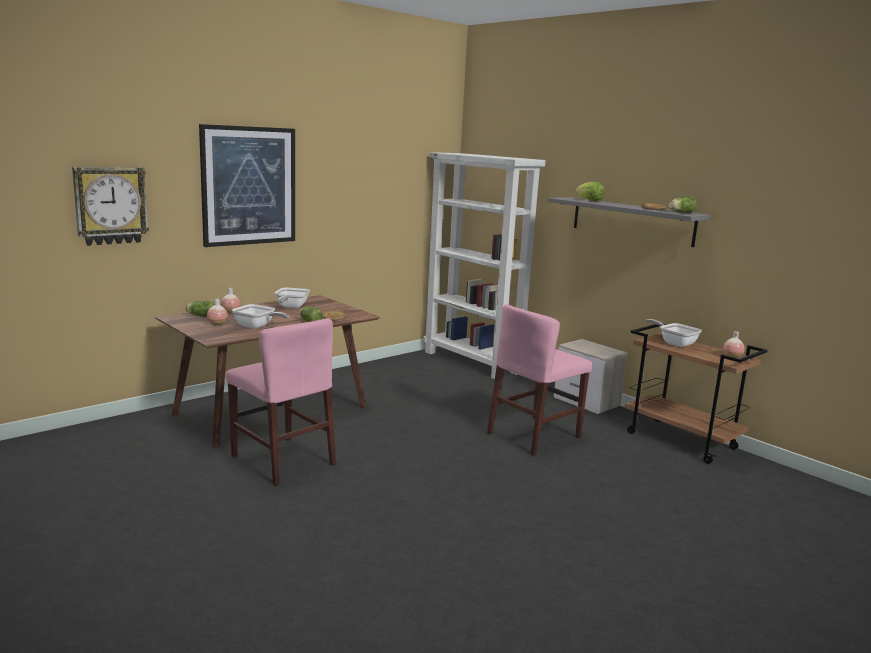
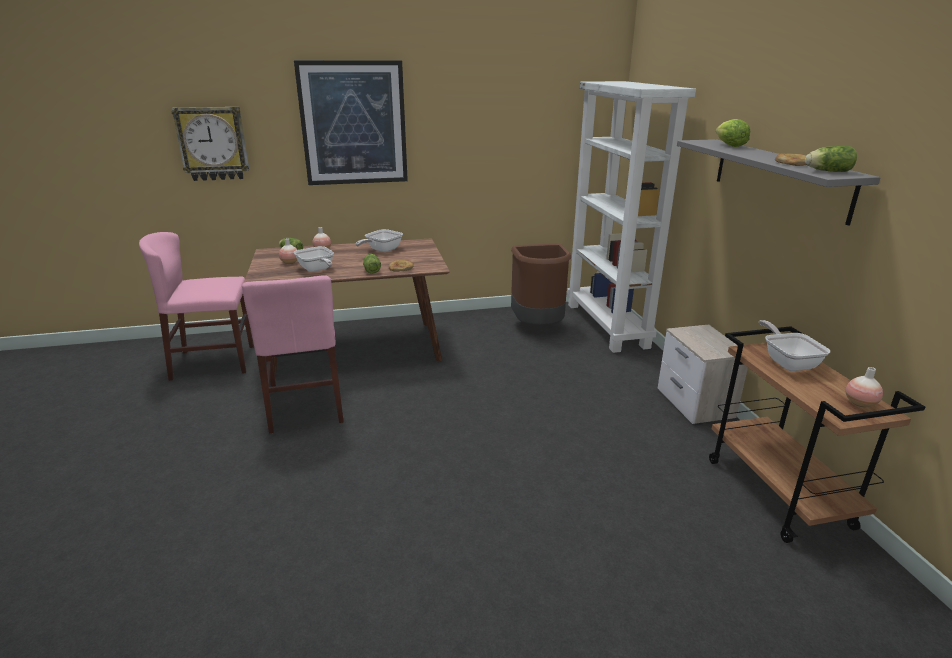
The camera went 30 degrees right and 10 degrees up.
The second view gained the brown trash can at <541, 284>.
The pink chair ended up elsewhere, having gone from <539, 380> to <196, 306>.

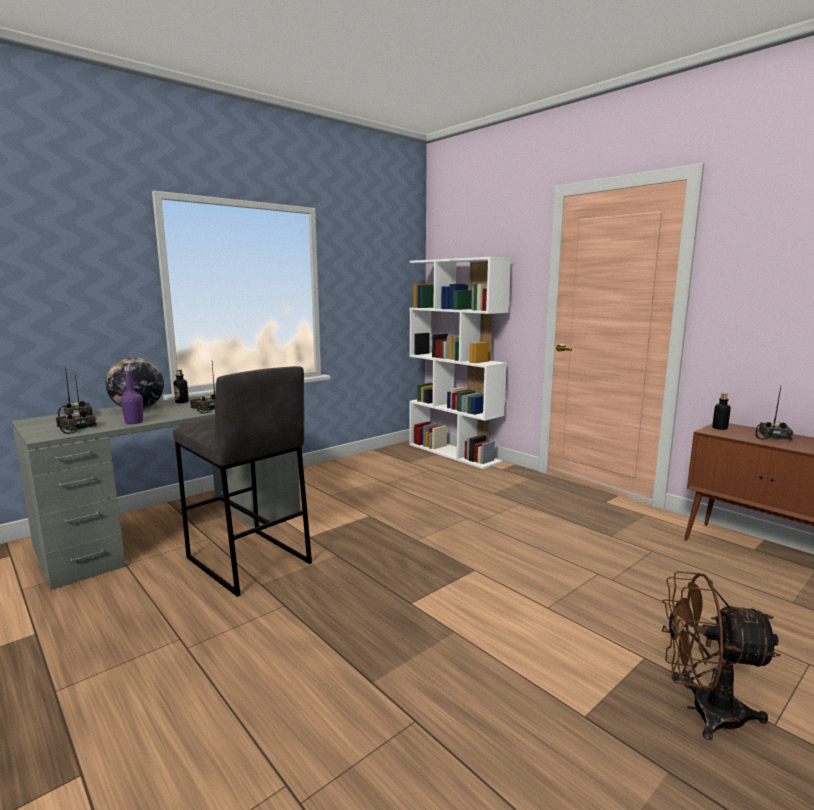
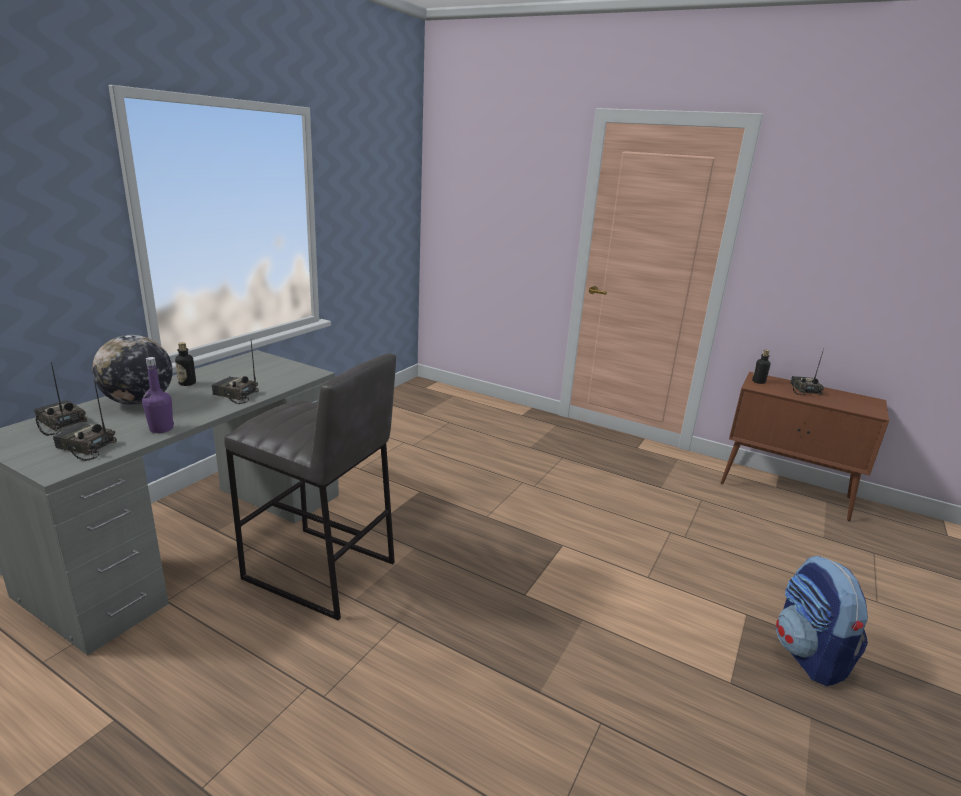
The camera went 20 degrees left and 10 degrees up.
The second view lost the white bookcase at <460, 363>.
Where the brown fan stood at <721, 655>, the backpack came to stand at <822, 620>.

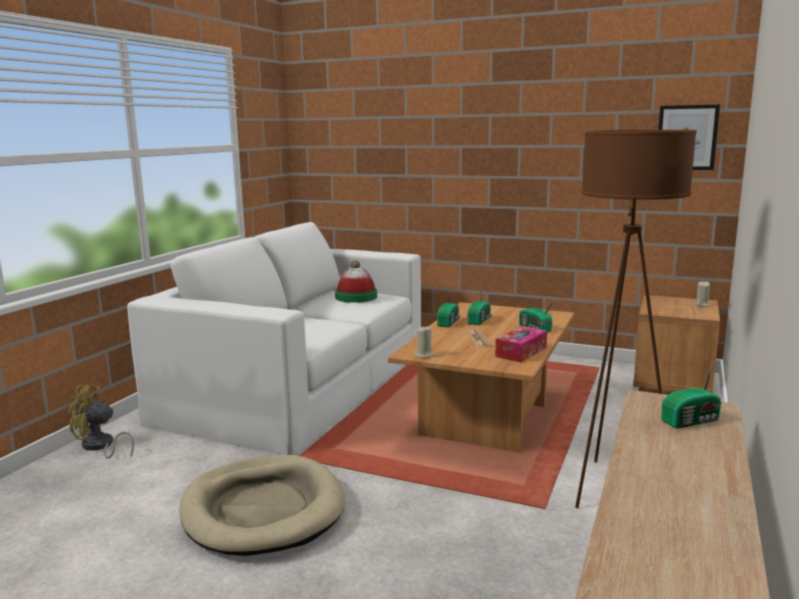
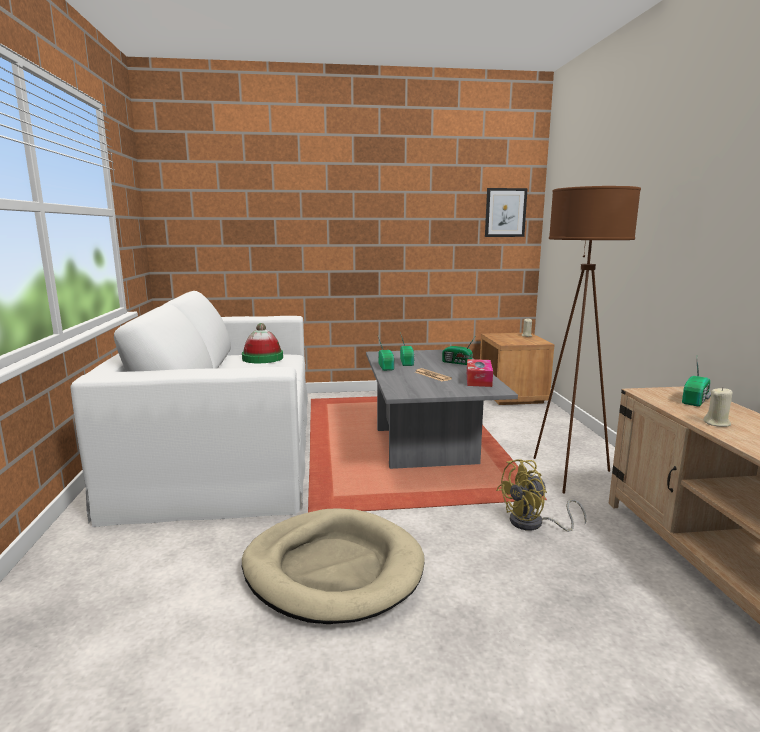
The camera went 30 degrees left and 0 degrees up.
The yellow fan ended up elsewhere, having gone from <101, 422> to <541, 495>.
The beige candle ended up elsewhere, having gone from <425, 341> to <718, 407>.
What was the brown coffee table at <481, 377> turned into the grey coffee table at <442, 409>.

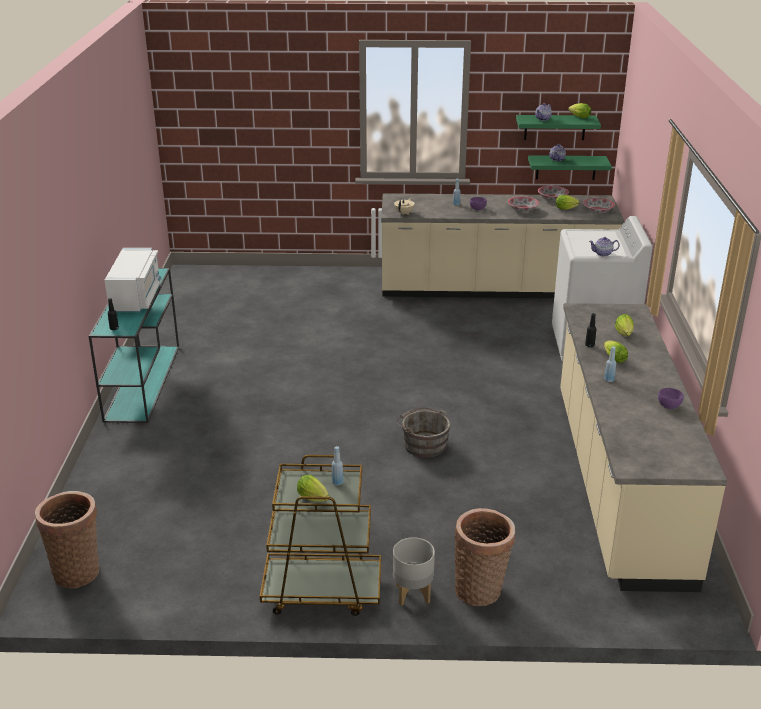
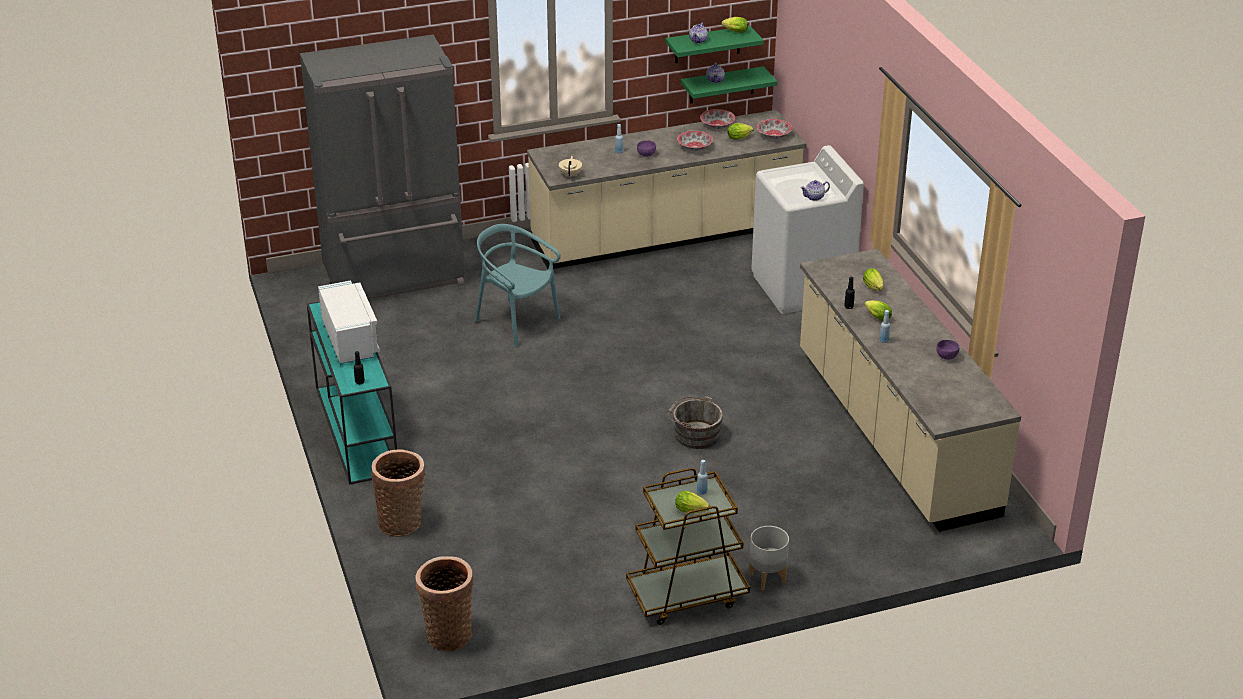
The camera went 20 degrees left and 5 degrees up.
The second view gained the grey fridge at <382, 167>.
The second view gained the turquoise chair at <518, 285>.
The basket ended up elsewhere, having gone from <484, 557> to <398, 493>.

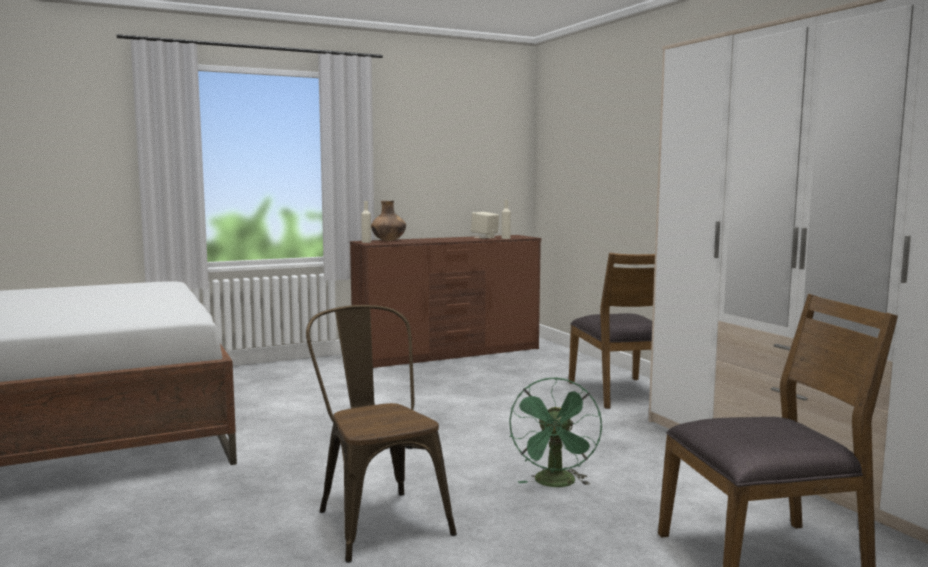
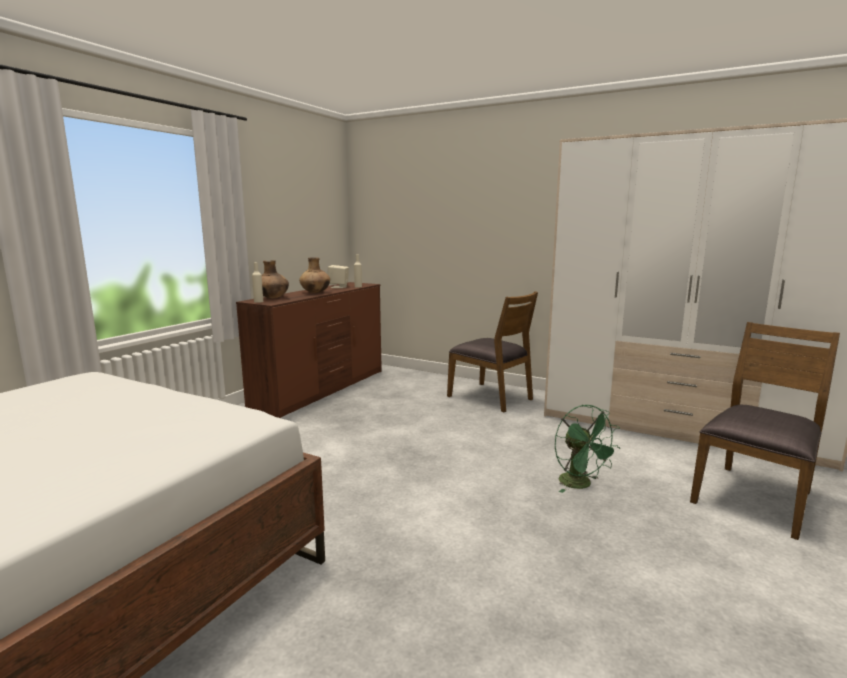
The camera went 35 degrees left and 5 degrees up.
The second view lost the brown chair at <381, 434>.
The second view gained the brown vase at <314, 275>.

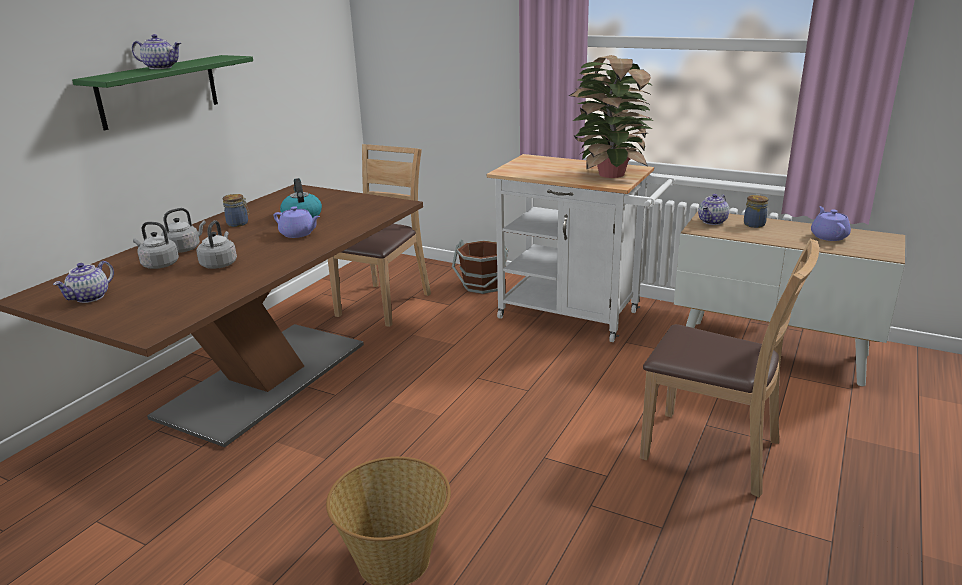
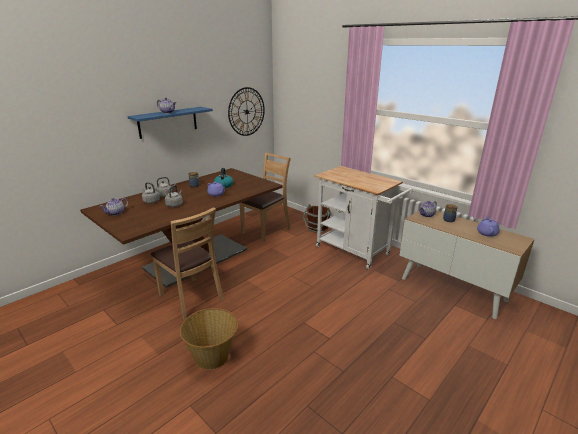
The camera went 15 degrees right and 0 degrees up.
The second view lost the potted plant at <611, 116>.
The second view gained the wall clock at <246, 111>.
The brown chair ended up elsewhere, having gone from <729, 368> to <187, 263>.
What was the green shelf at <162, 92> turned into the blue shelf at <170, 123>.

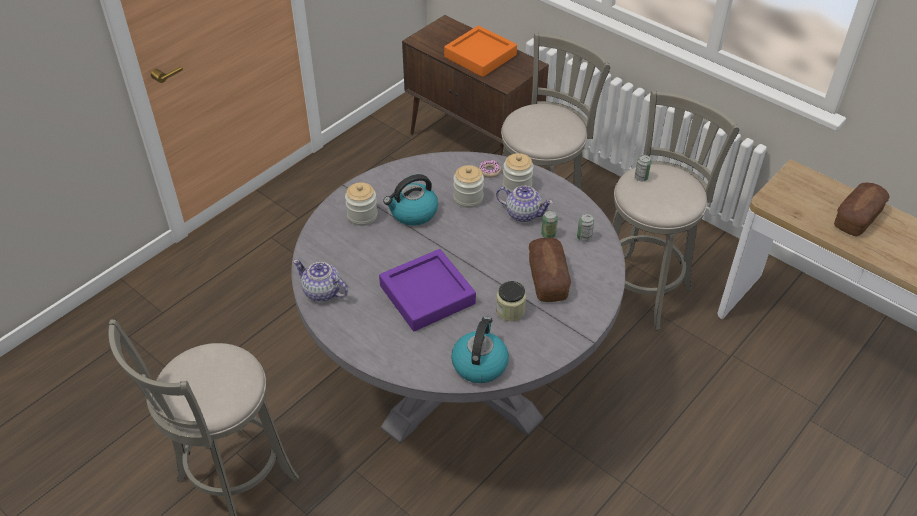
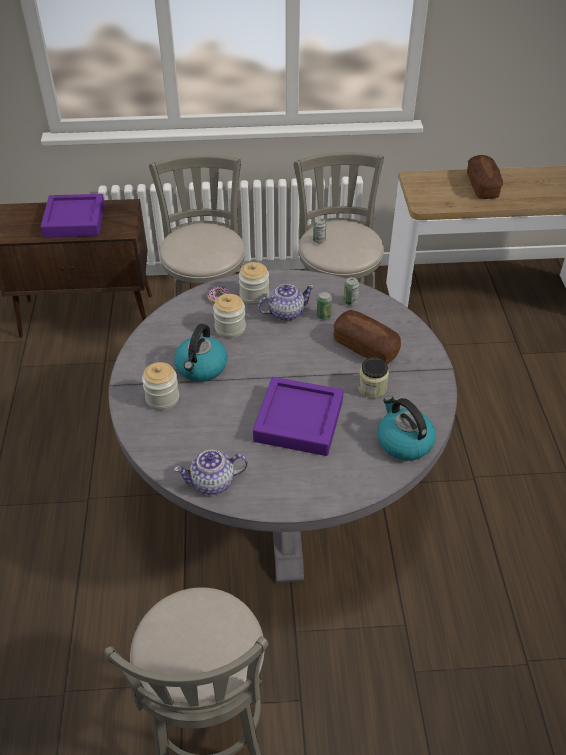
The camera went 45 degrees left and 0 degrees up.
What was the orange tray at <480, 51> turned into the purple tray at <72, 216>.

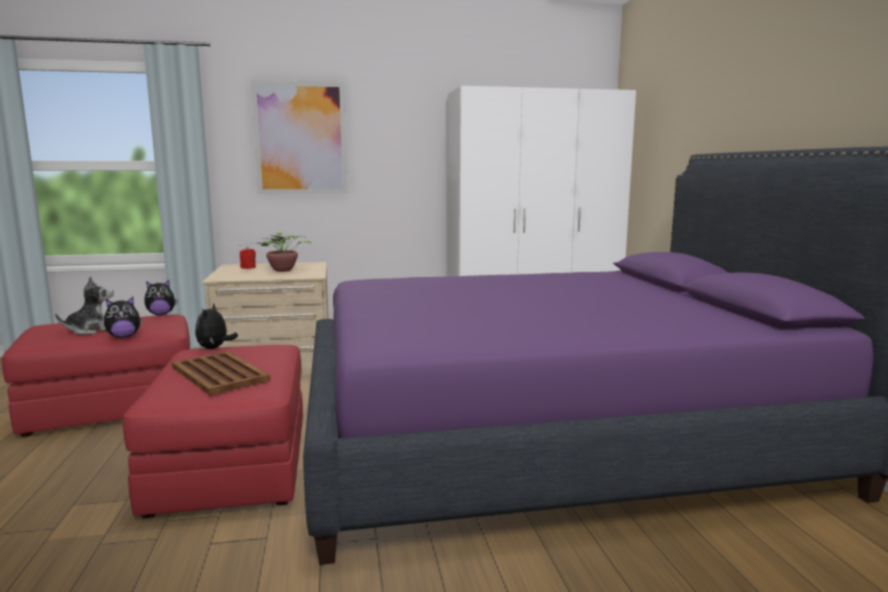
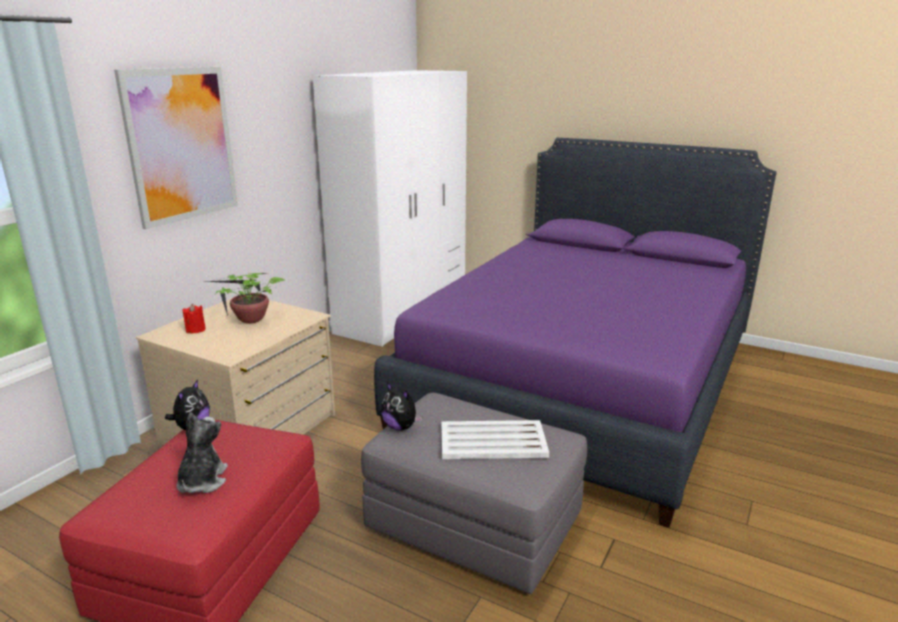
The camera went 50 degrees left and 10 degrees up.
The second view lost the plush toy at <123, 317>.
What was the red ottoman at <213, 431> turned into the grey ottoman at <474, 493>.
What was the brown tray at <221, 373> turned into the white tray at <495, 439>.

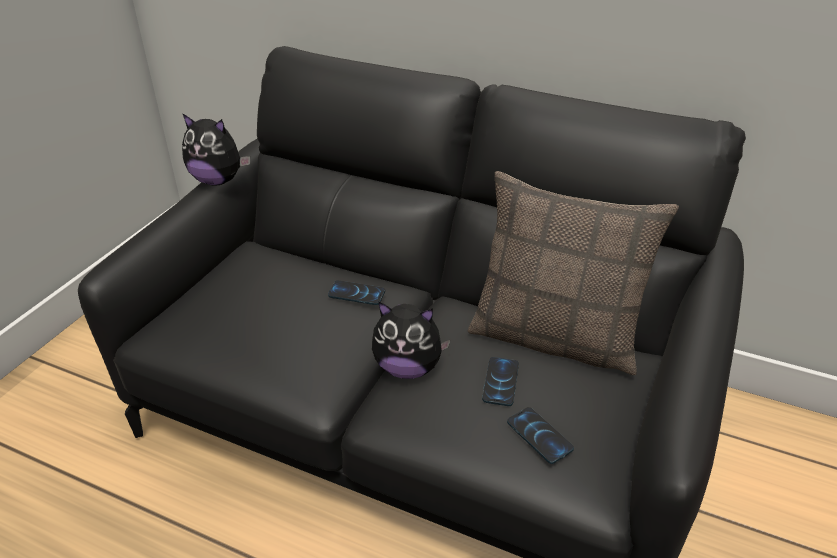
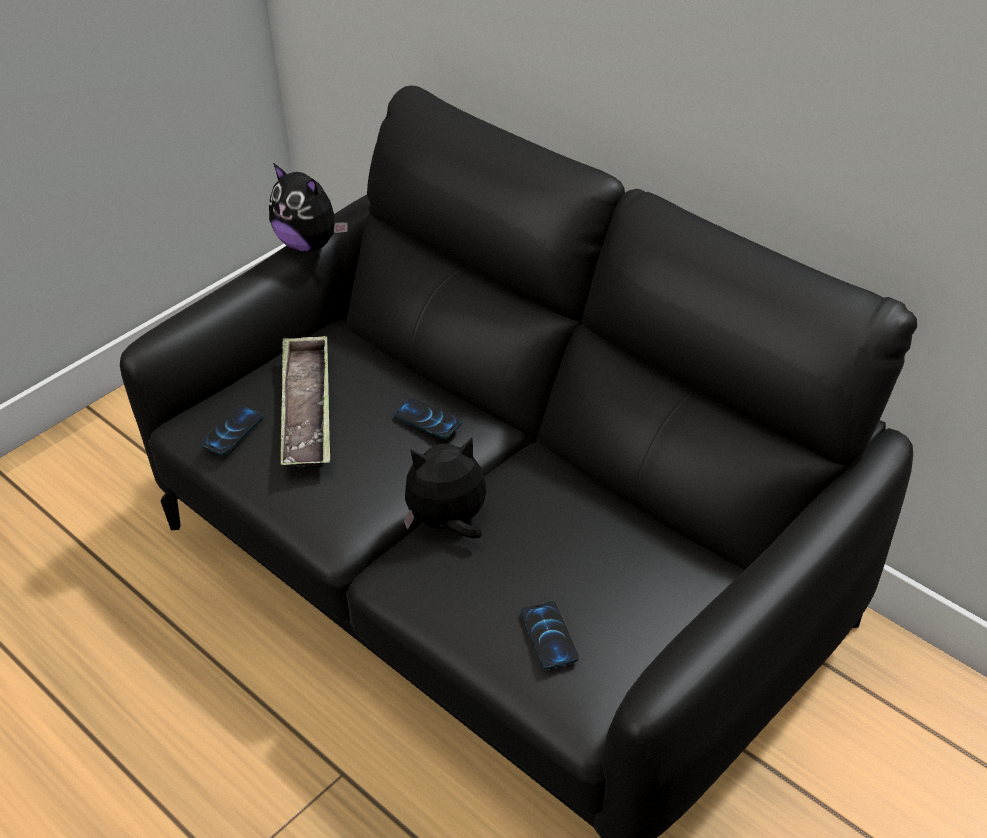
The camera went 20 degrees right and 5 degrees up.
The second view lost the pillow at <573, 273>.
The second view gained the tray at <305, 402>.
The phone ended up elsewhere, having gone from <500, 381> to <232, 430>.
The plush toy at <411, 340> ended up facing another way, 135 degrees clockwise from before.

